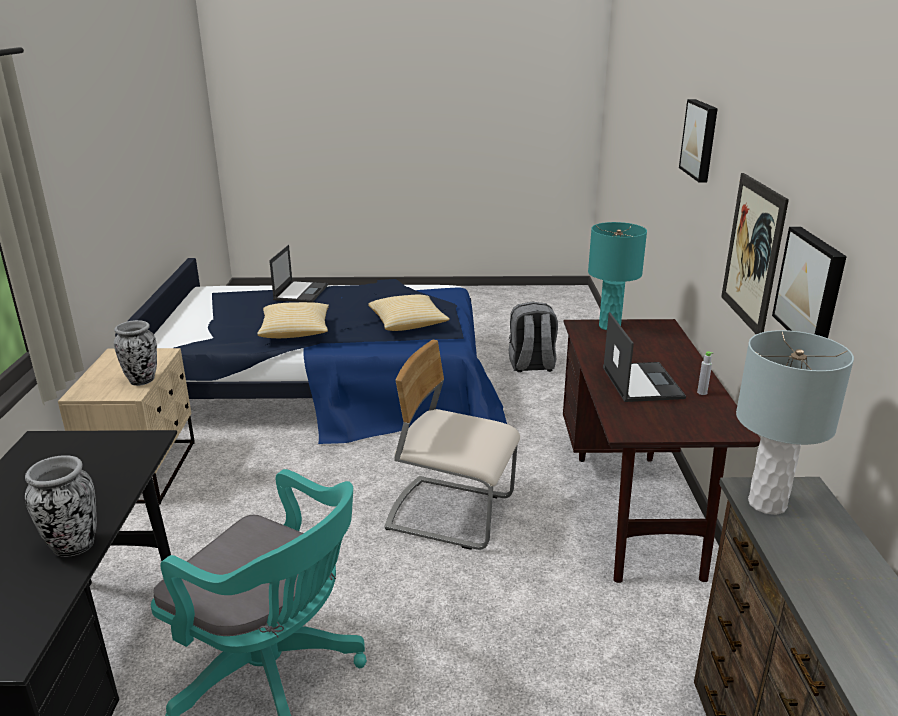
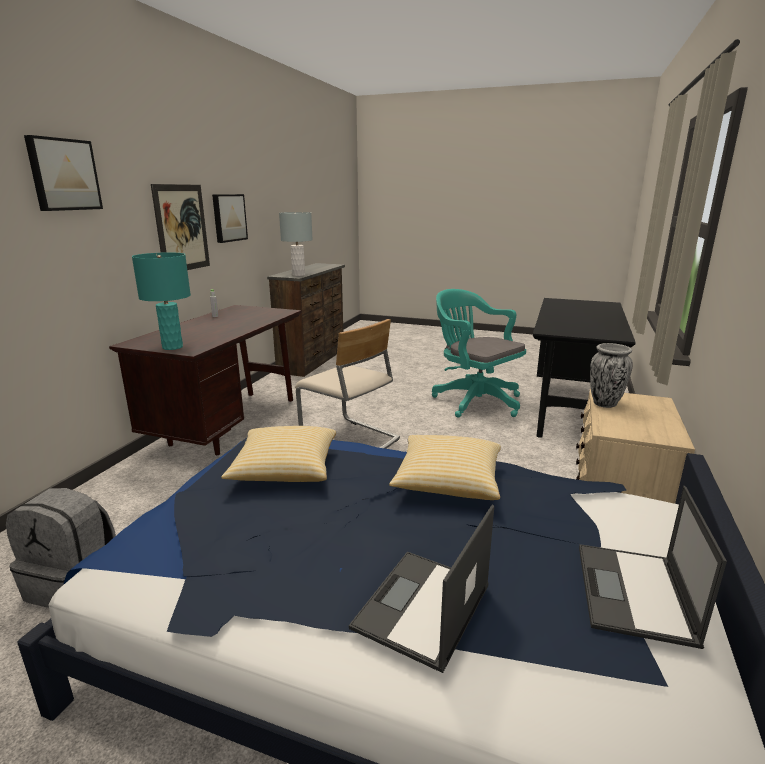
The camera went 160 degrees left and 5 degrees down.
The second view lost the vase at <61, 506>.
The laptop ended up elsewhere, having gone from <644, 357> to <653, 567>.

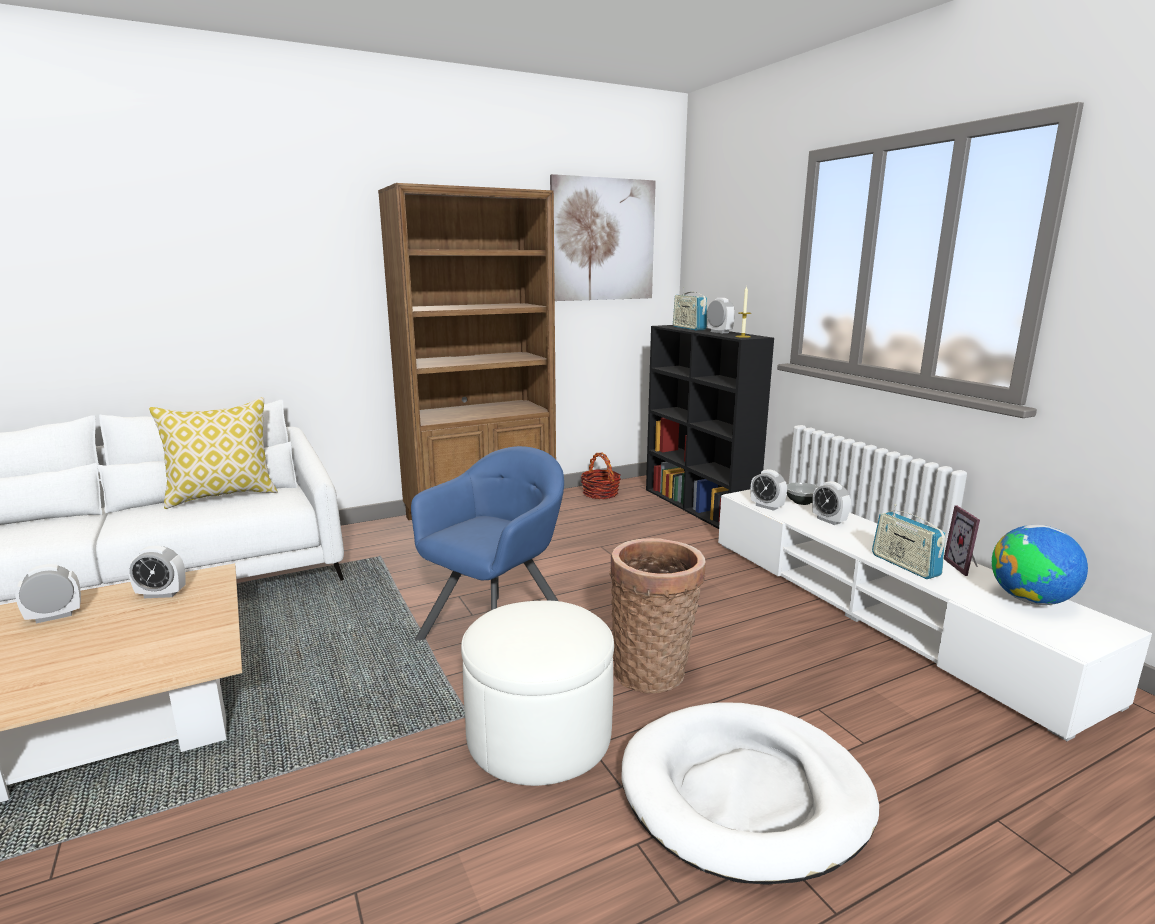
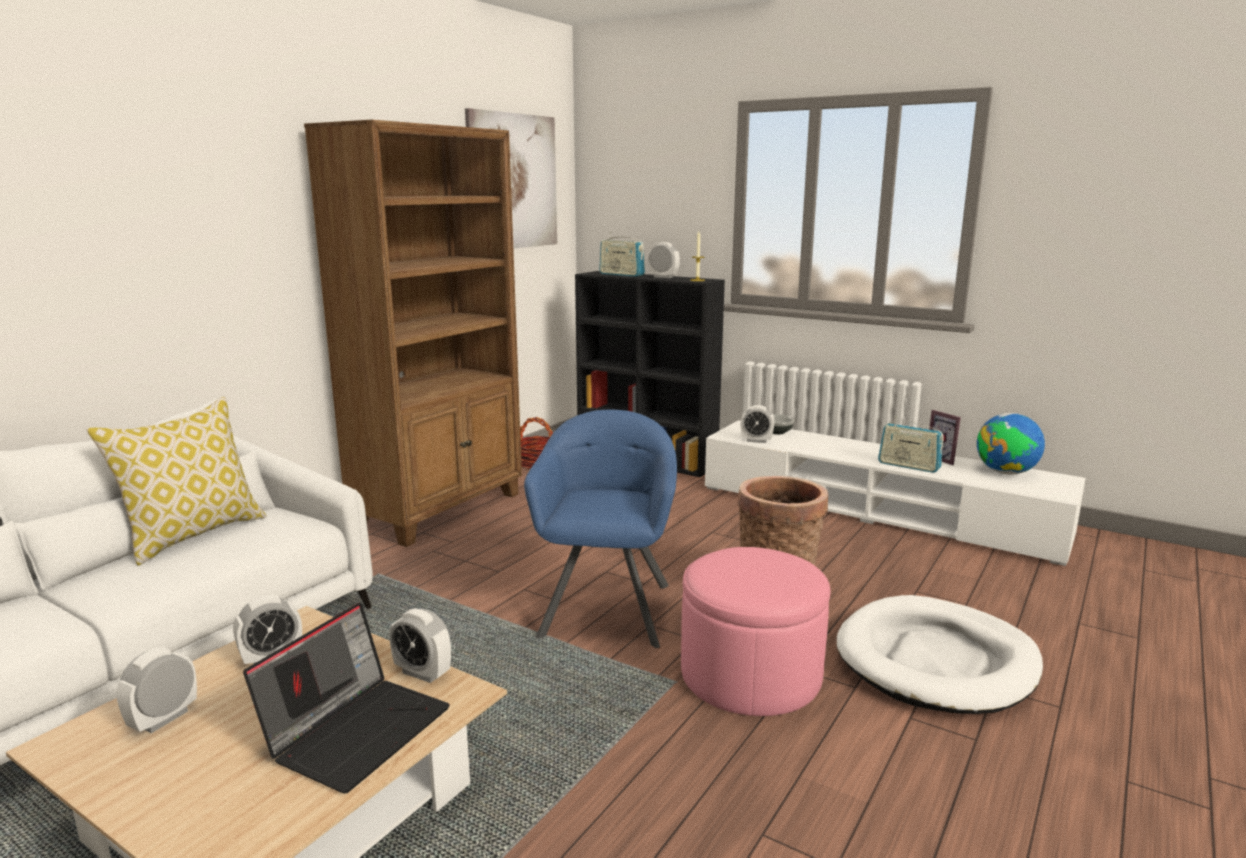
The camera went 30 degrees left and 0 degrees up.
The second view gained the laptop at <346, 698>.
The alarm clock ended up elsewhere, having gone from <831, 503> to <420, 645>.
What was the white ottoman at <537, 693> turned into the pink ottoman at <755, 631>.

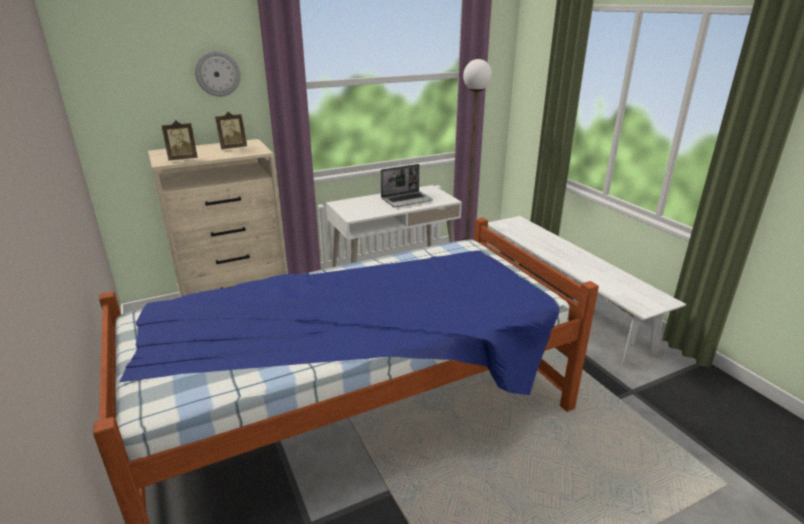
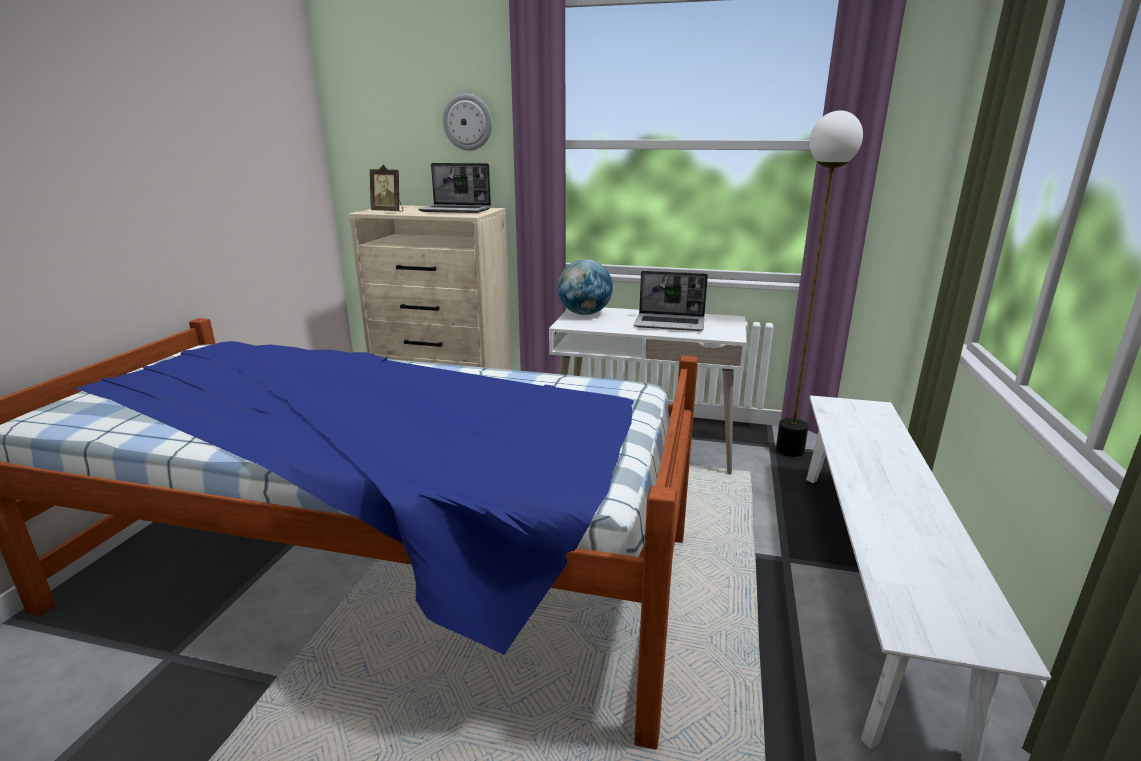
The camera went 40 degrees right and 5 degrees down.
The second view gained the globe at <585, 287>.
Where the picture frame stood at <231, 130>, the laptop came to stand at <454, 188>.

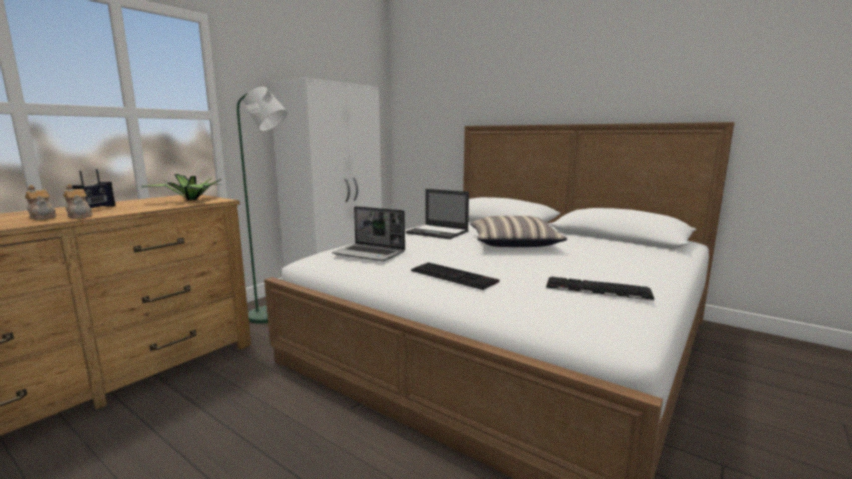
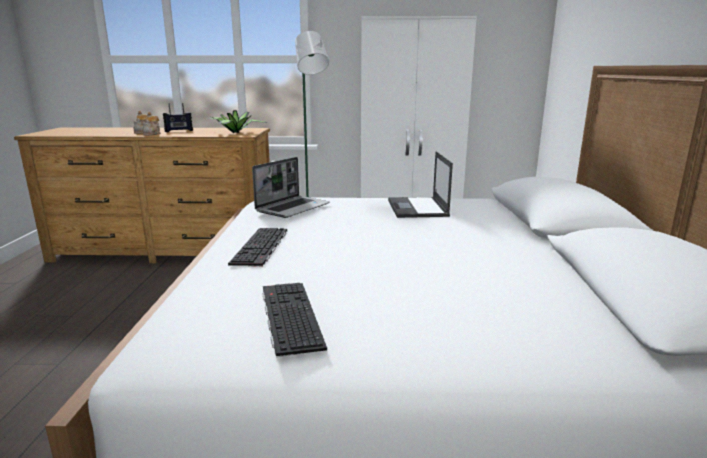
The camera went 55 degrees right and 5 degrees up.
The second view lost the pillow at <518, 231>.
The laptop at <368, 233> ended up facing another way, 135 degrees counterclockwise from before.

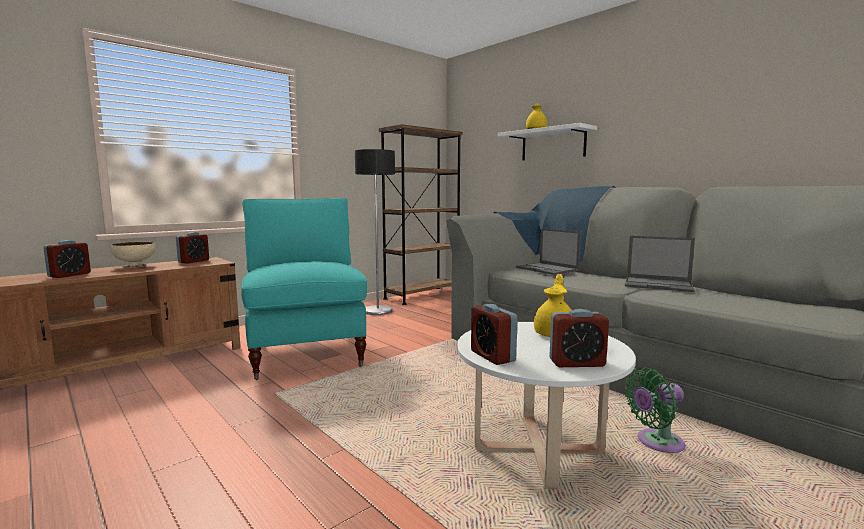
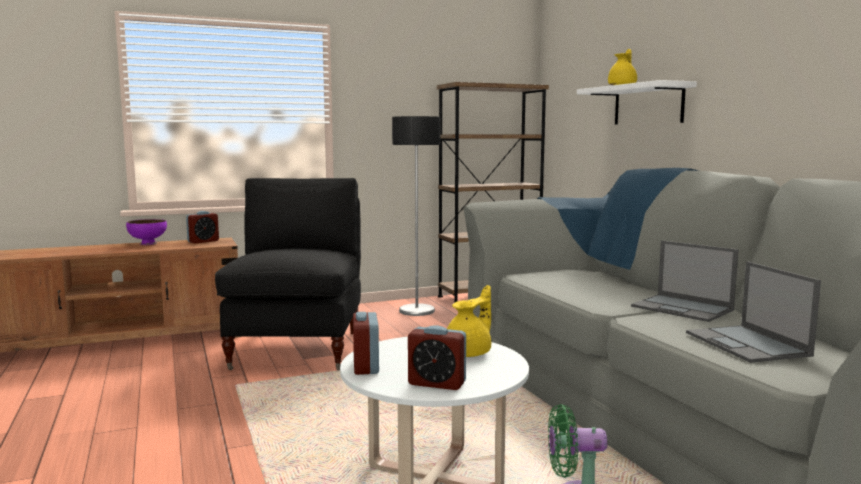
The camera went 20 degrees right and 0 degrees up.
The second view lost the alarm clock at <67, 259>.
The laptop ended up elsewhere, having gone from <548, 251> to <753, 312>.
What was the beige bowl at <133, 255> turned into the purple bowl at <146, 232>.
What was the turquoise armchair at <304, 289> turned into the black armchair at <288, 274>.

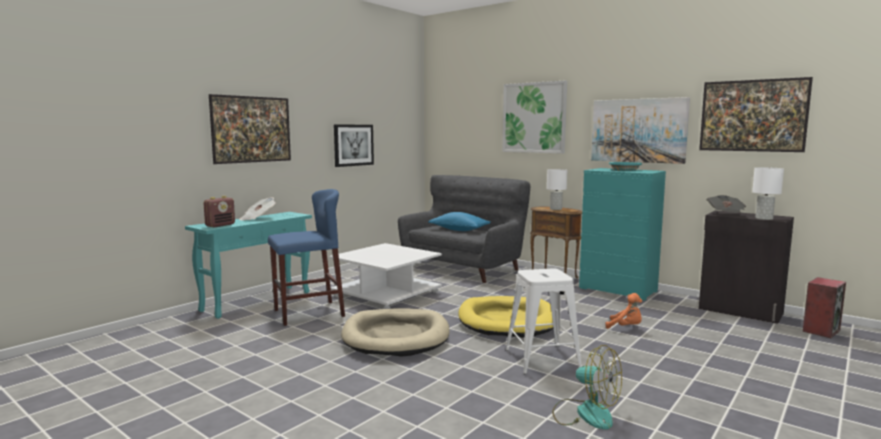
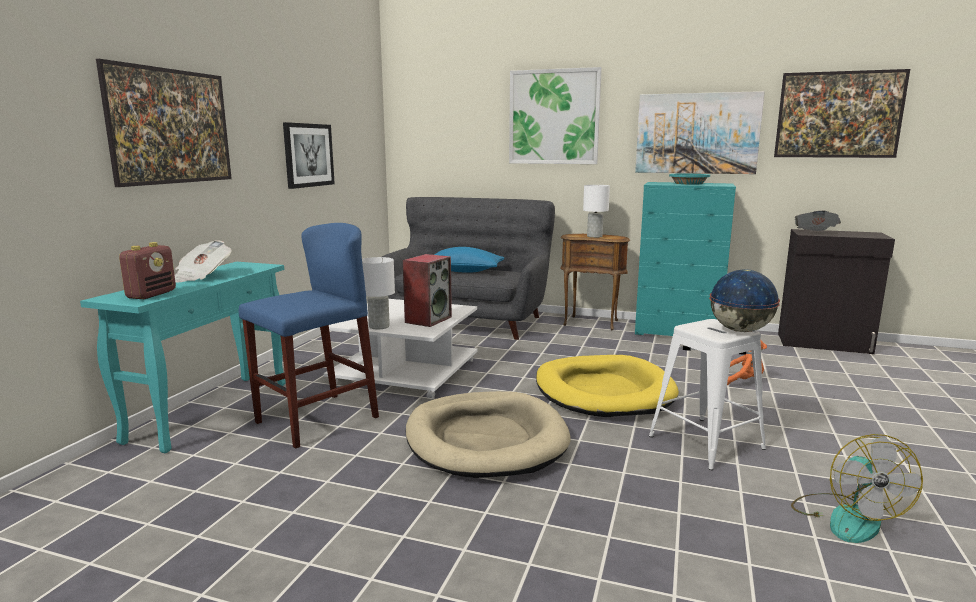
The camera went 20 degrees left and 5 degrees up.
The second view gained the globe at <744, 300>.
The white table lamp ended up elsewhere, having gone from <768, 193> to <378, 293>.
The speaker ended up elsewhere, having gone from <824, 307> to <427, 290>.
The fan at <587, 387> ended up facing another way, 75 degrees clockwise from before.

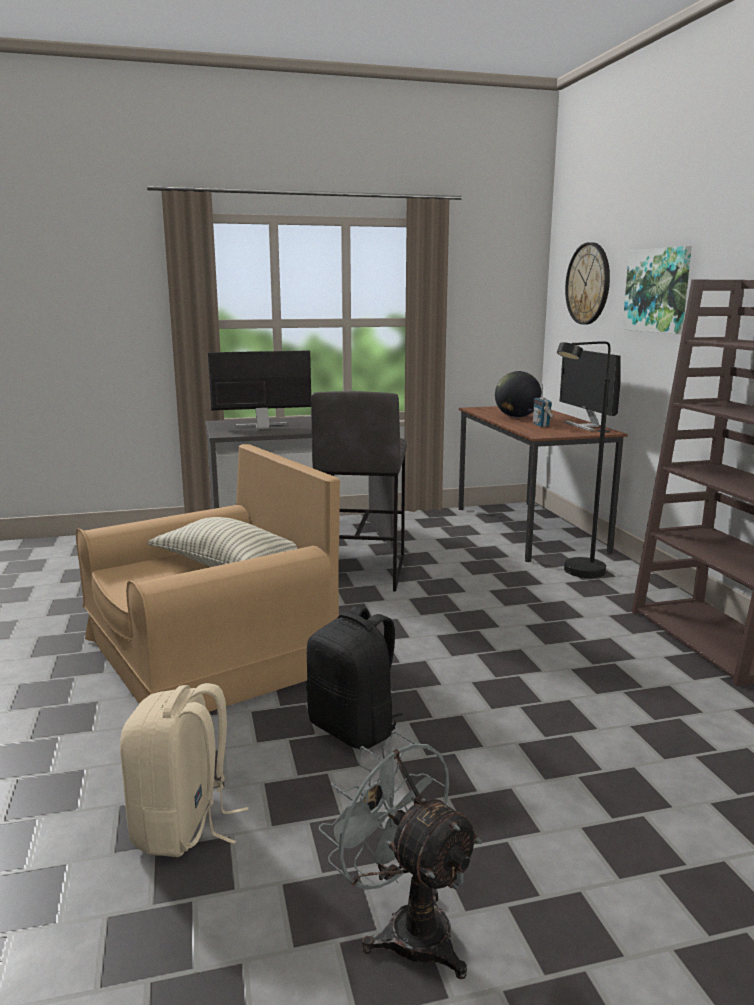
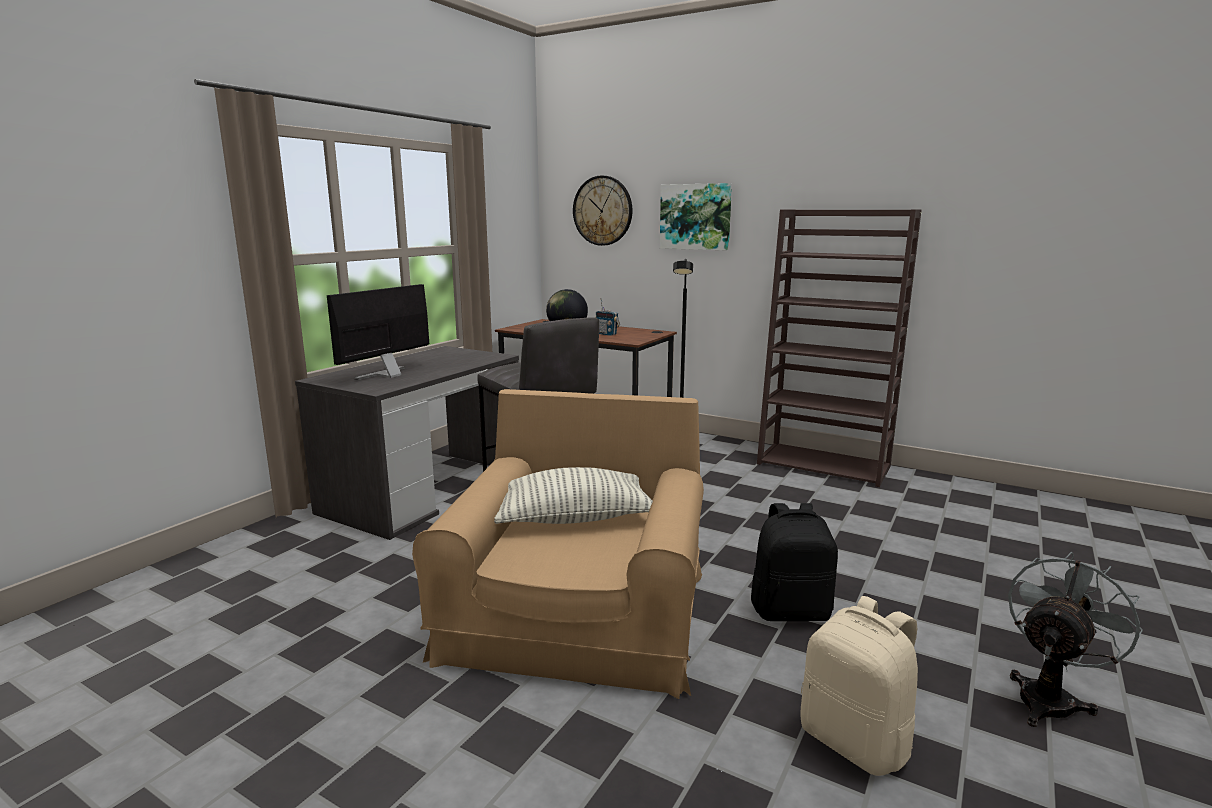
The camera went 45 degrees left and 0 degrees up.
The second view lost the monitor at <590, 390>.
The grey fan at <400, 855> ended up facing another way, 135 degrees clockwise from before.

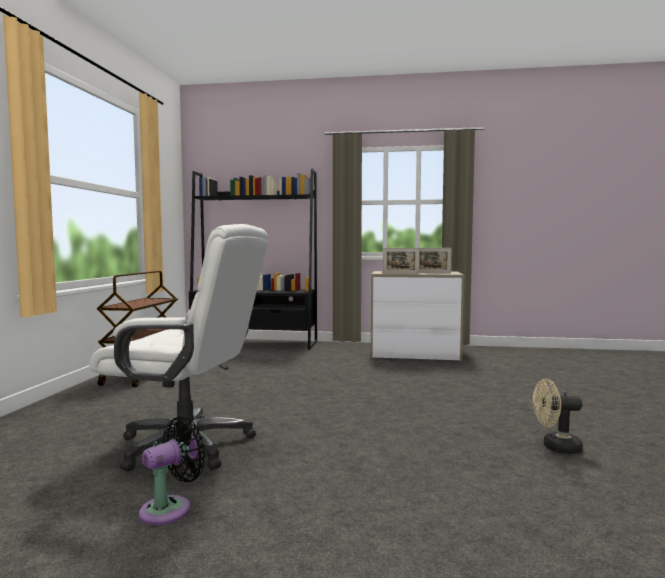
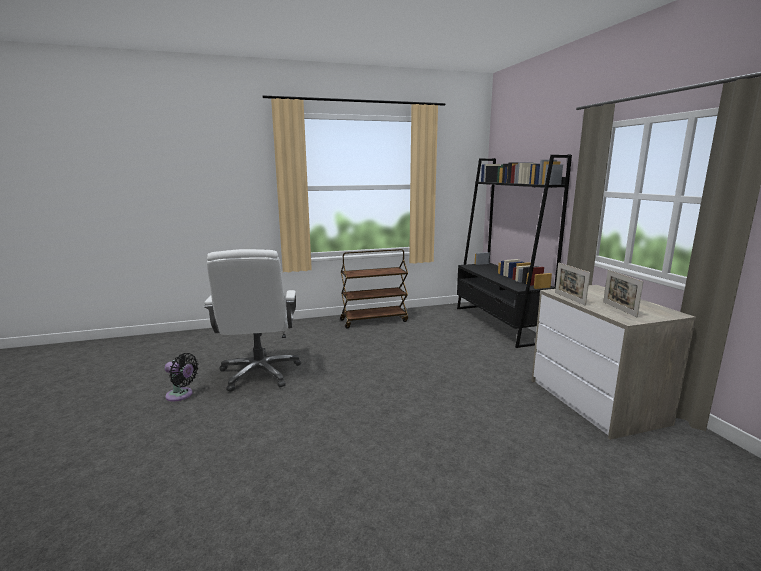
The camera went 65 degrees right and 10 degrees up.
The second view lost the beige fan at <558, 416>.

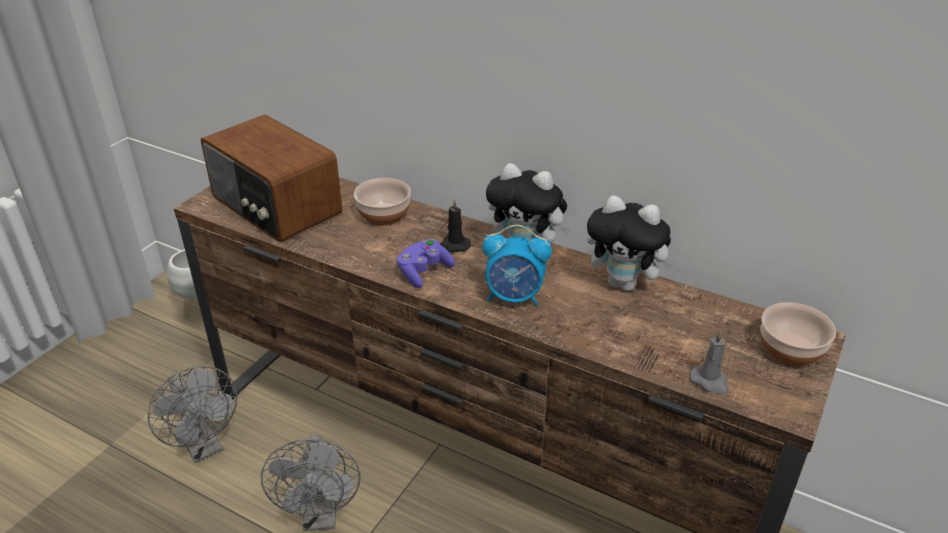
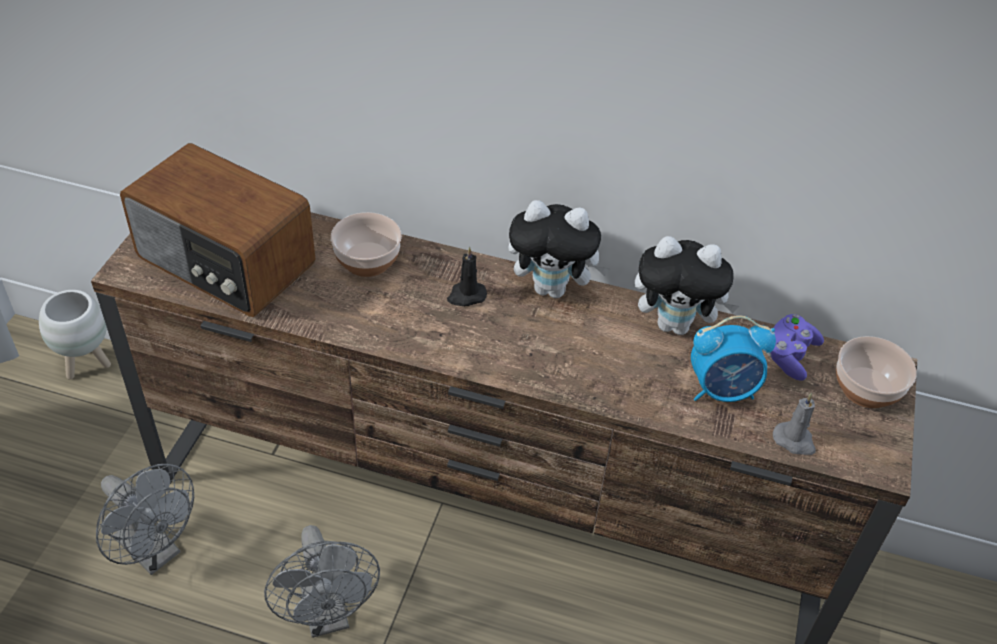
The camera went 15 degrees left and 10 degrees up.
The purple game controller ended up elsewhere, having gone from <426, 263> to <795, 347>.
The alarm clock ended up elsewhere, having gone from <517, 265> to <733, 358>.

